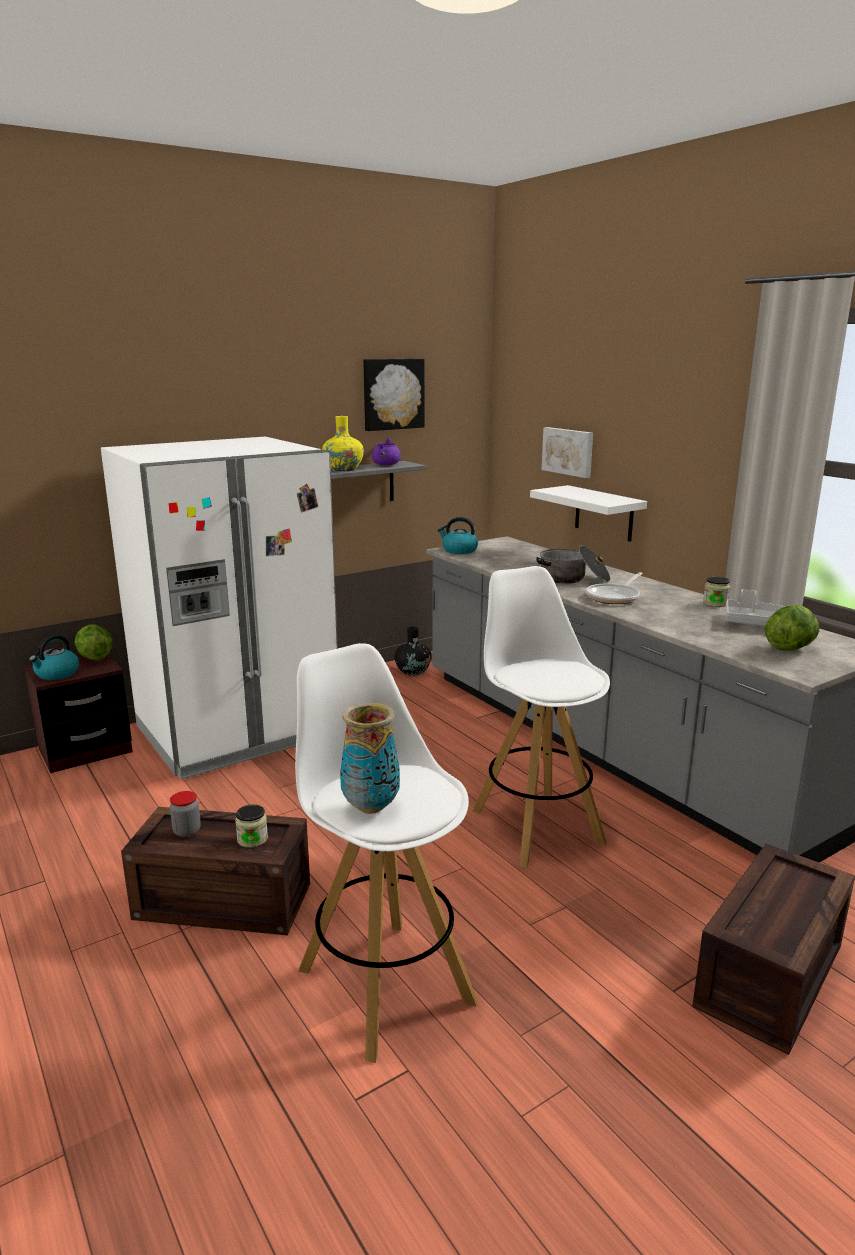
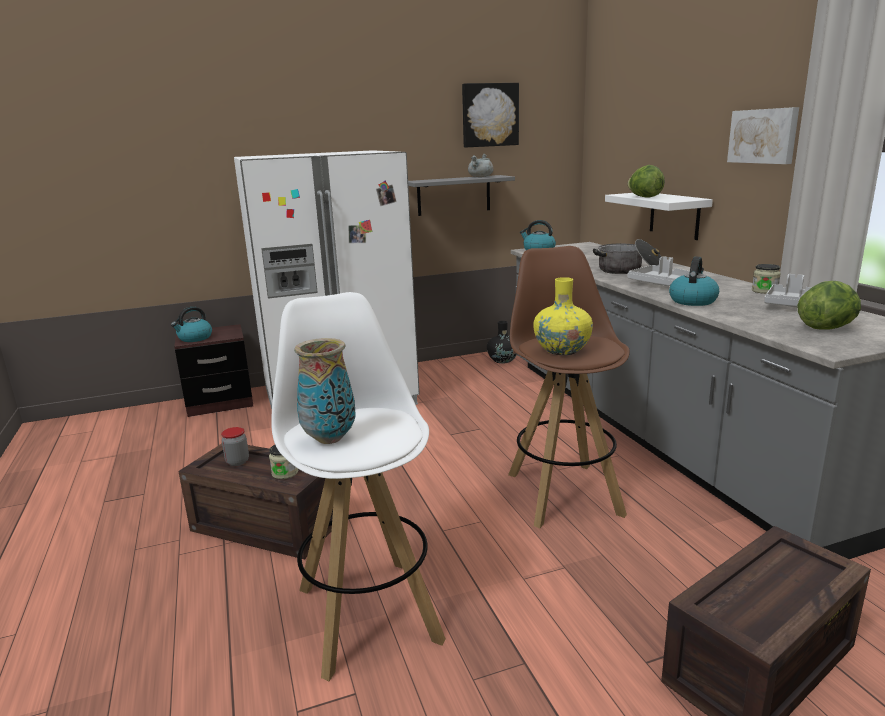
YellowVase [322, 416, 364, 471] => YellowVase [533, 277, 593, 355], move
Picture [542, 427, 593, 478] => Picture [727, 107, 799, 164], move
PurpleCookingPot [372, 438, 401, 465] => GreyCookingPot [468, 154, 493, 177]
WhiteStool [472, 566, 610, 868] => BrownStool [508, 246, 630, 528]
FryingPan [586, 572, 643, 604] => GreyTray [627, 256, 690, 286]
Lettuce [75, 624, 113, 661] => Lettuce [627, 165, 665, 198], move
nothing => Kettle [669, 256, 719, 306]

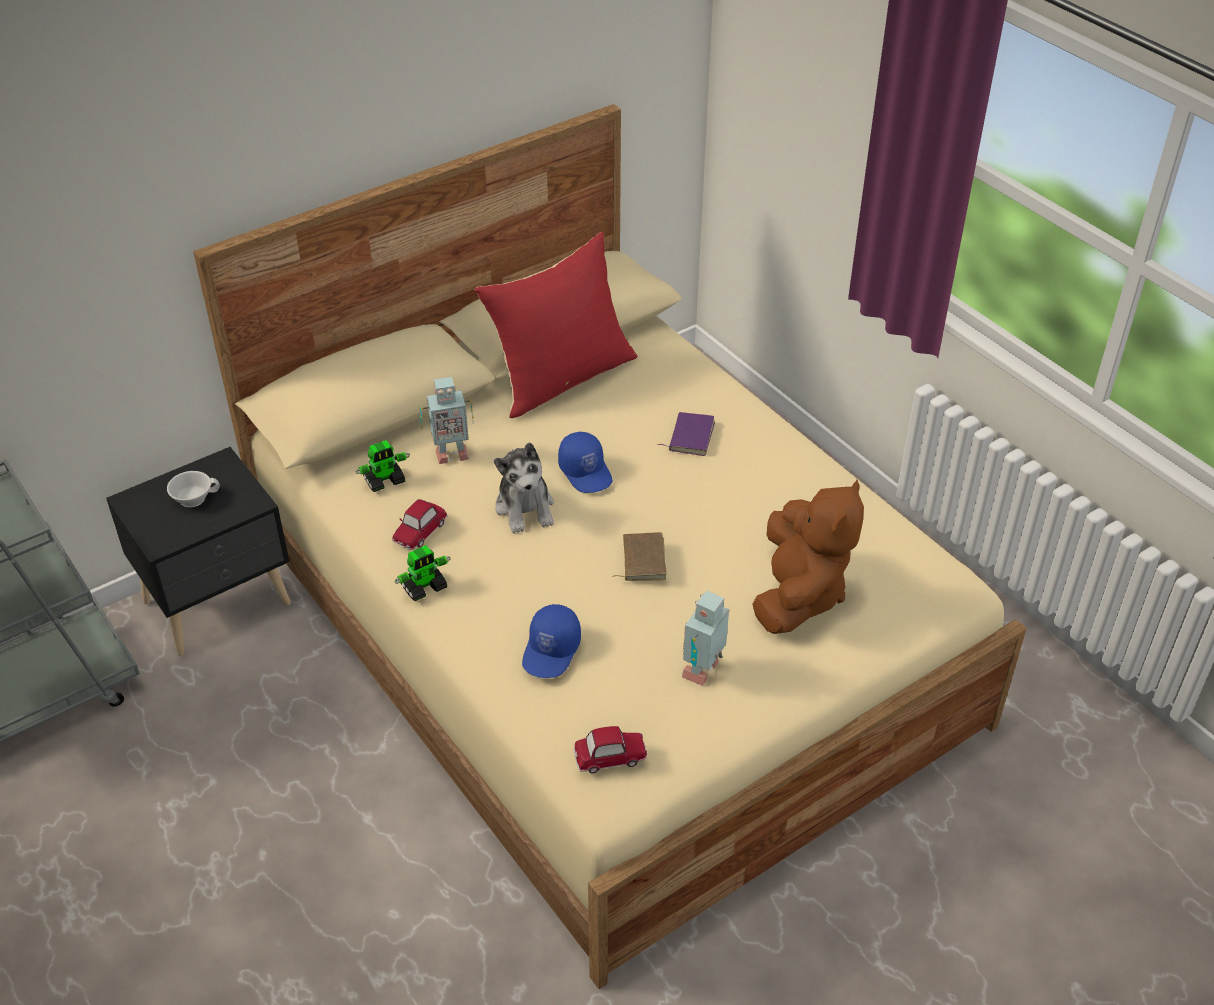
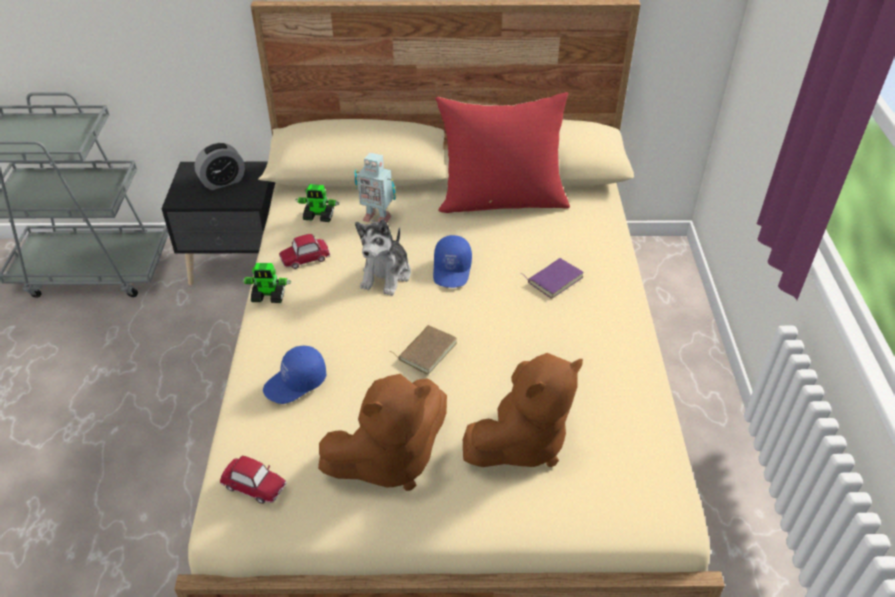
WhiteCup [167, 471, 220, 508] => AlarmClock [194, 143, 245, 190]
ToyRobot [682, 590, 729, 686] => BrownPlushToy [318, 374, 447, 491]

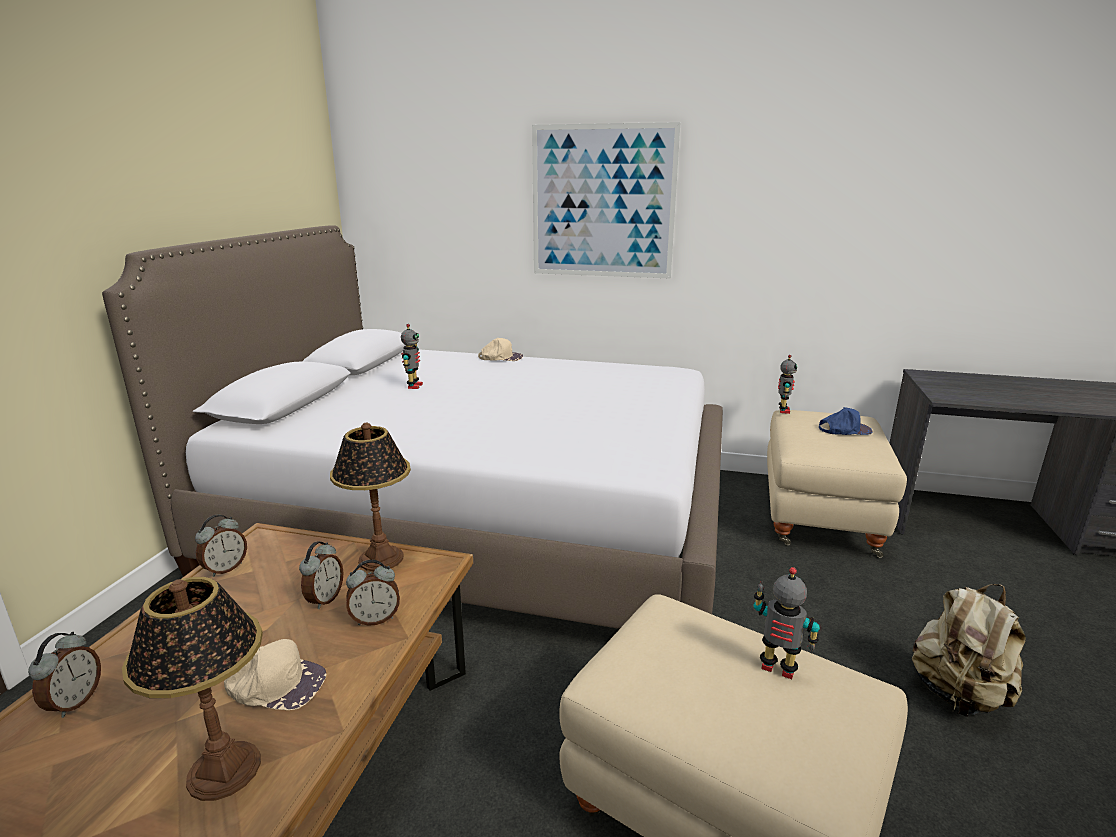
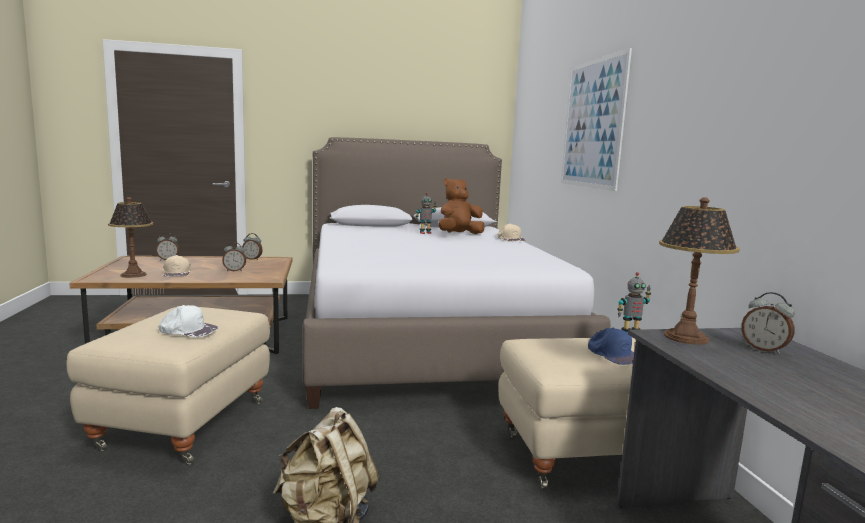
TableLamp [330, 423, 411, 571] => TableLamp [659, 197, 740, 345], move
AlarmClock [346, 560, 400, 626] => AlarmClock [741, 292, 795, 354], move
ToyRobot [754, 567, 820, 679] => WhiteCap [159, 305, 218, 337]
nothing => BrownPlushToy [438, 178, 484, 234]

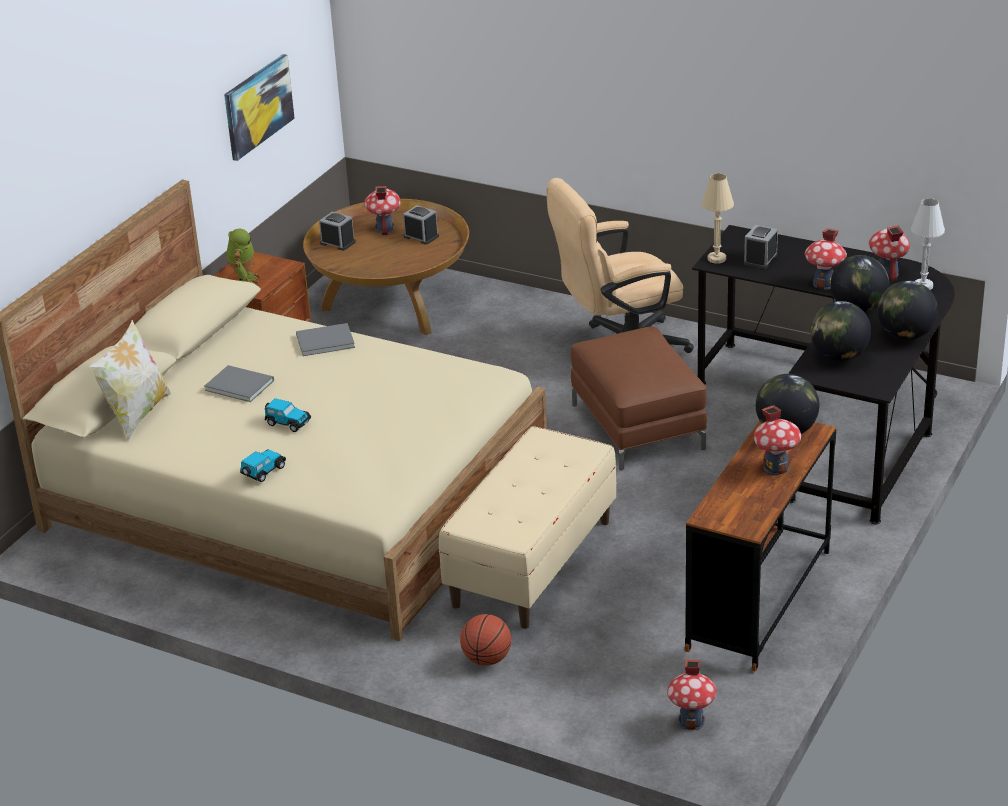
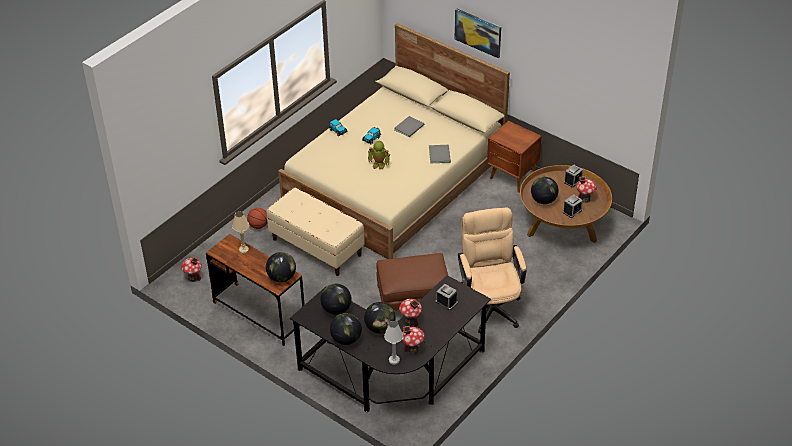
Picture [224, 54, 295, 161] => Picture [455, 9, 501, 58], move
BeigeTableLamp [701, 173, 734, 263] => BeigeTableLamp [232, 211, 249, 254], move
ToyRobot [227, 229, 261, 284] => ToyRobot [368, 141, 390, 170], move
Pillow [89, 320, 171, 441] => nothing
ToyHouse [754, 405, 801, 475] => nothing
nothing => Globe [531, 177, 559, 204]

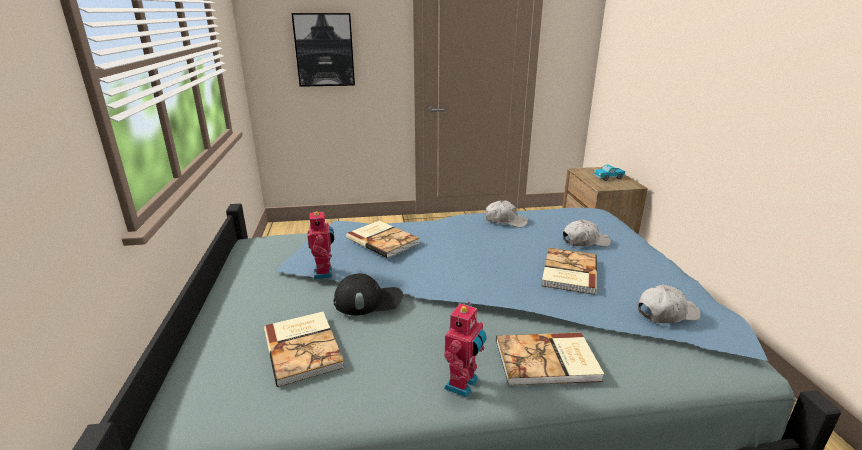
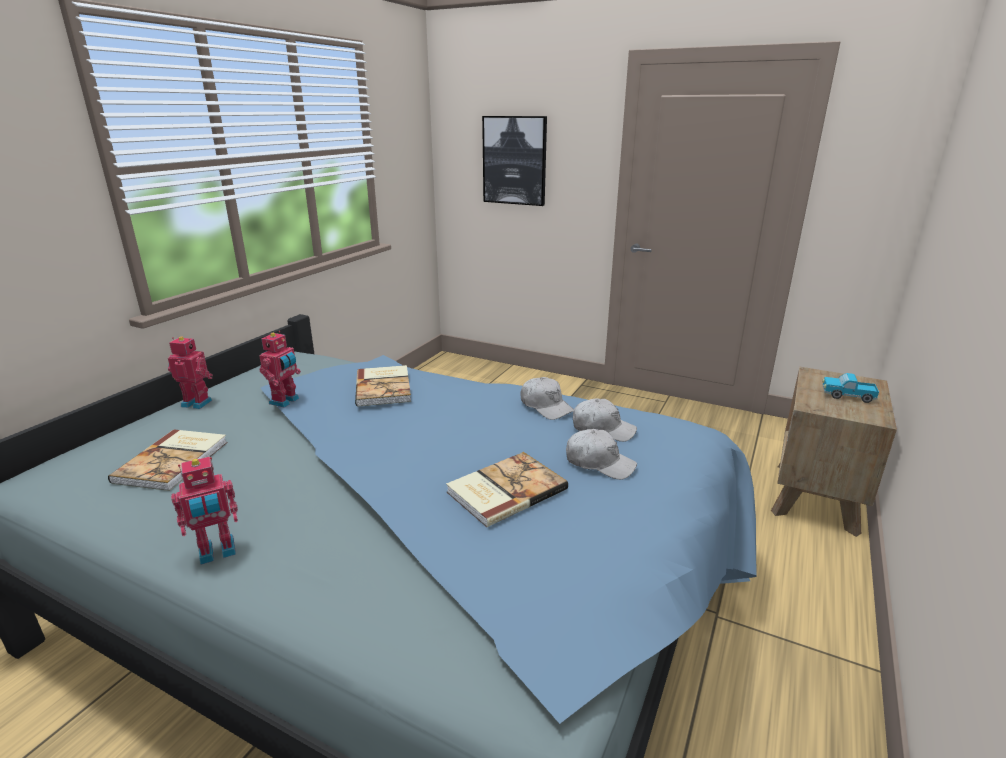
BlackCap [333, 274, 403, 315] => nothing
WhiteCap [638, 284, 701, 323] => WhiteCap [573, 398, 637, 442], move
Book [496, 333, 604, 386] => nothing
nothing => ToyRobot [168, 337, 213, 409]

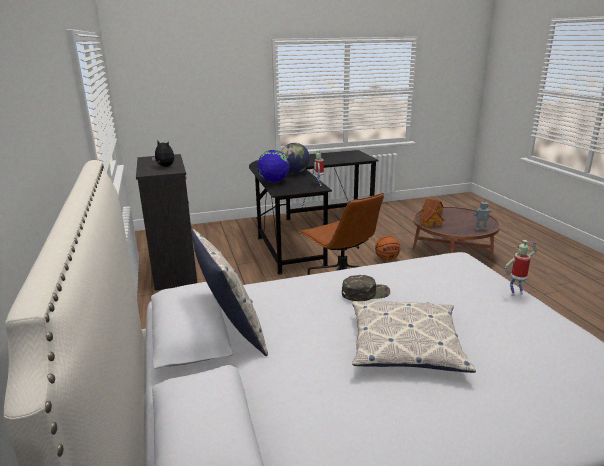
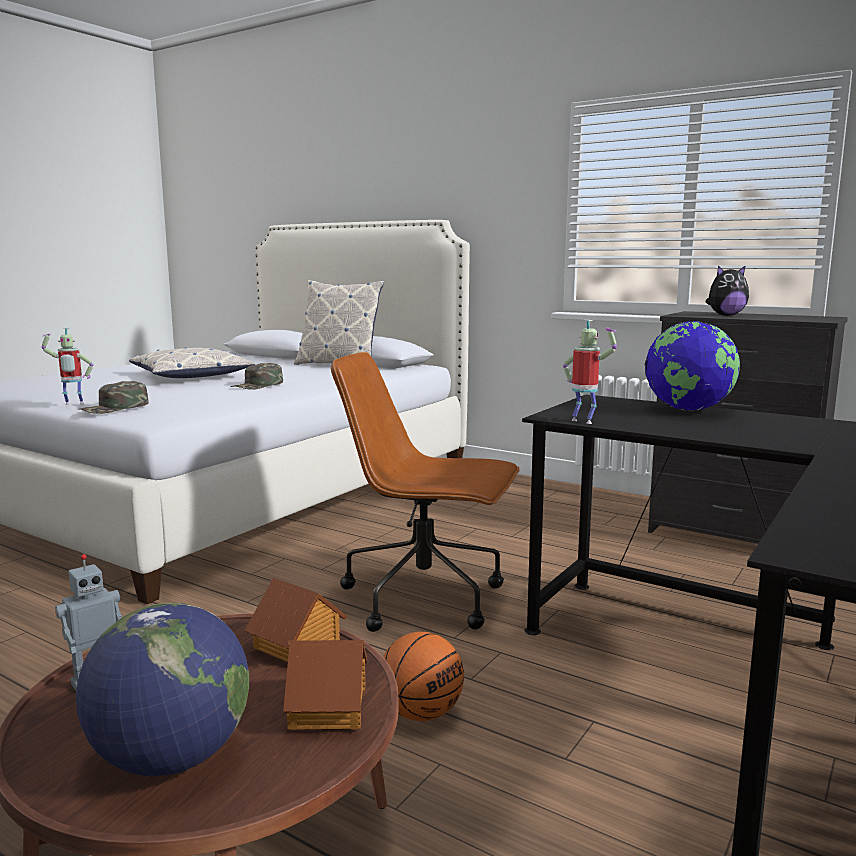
Globe [281, 143, 310, 173] => Globe [76, 603, 249, 776], move
ToyRobot [504, 240, 537, 296] => ToyRobot [42, 328, 94, 405], 45 degrees clockwise
nothing => GreenCap [78, 381, 149, 414]

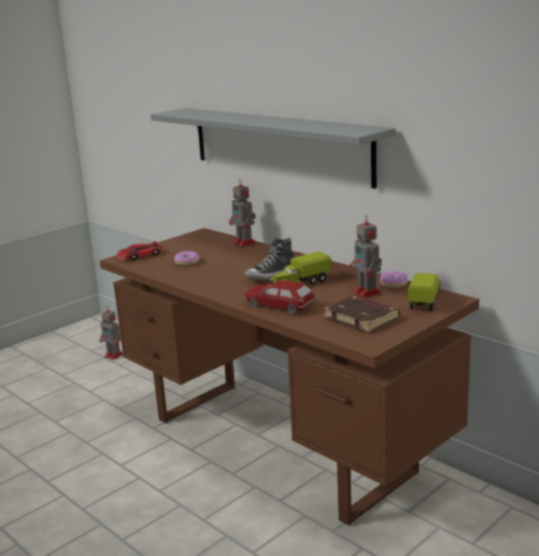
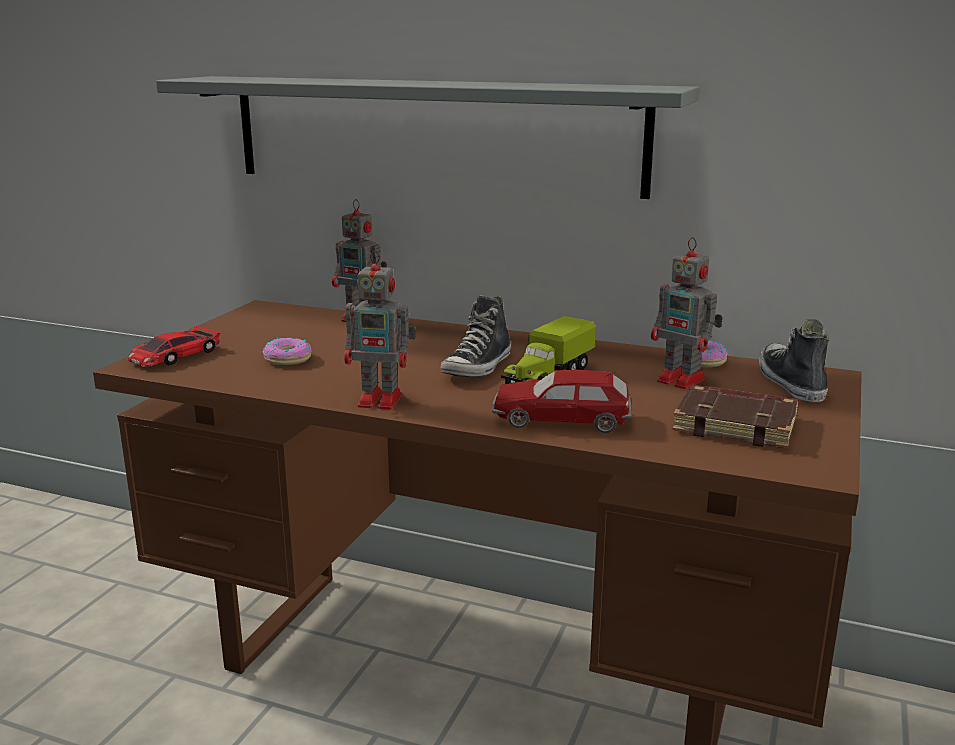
ToyTruck [408, 273, 441, 311] => Shoe [759, 319, 829, 402]
ToyRobot [100, 306, 123, 360] => ToyRobot [344, 250, 416, 410], move

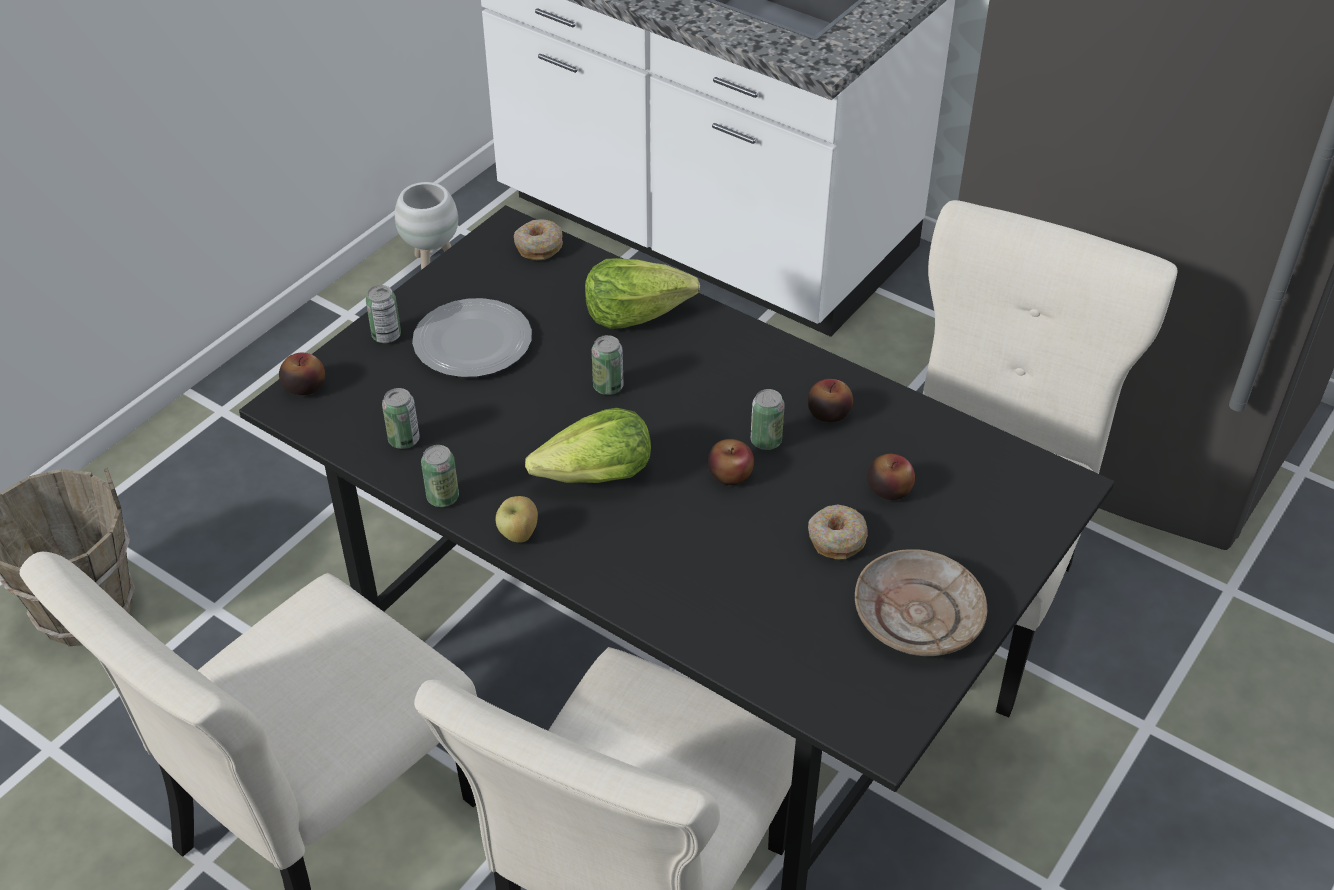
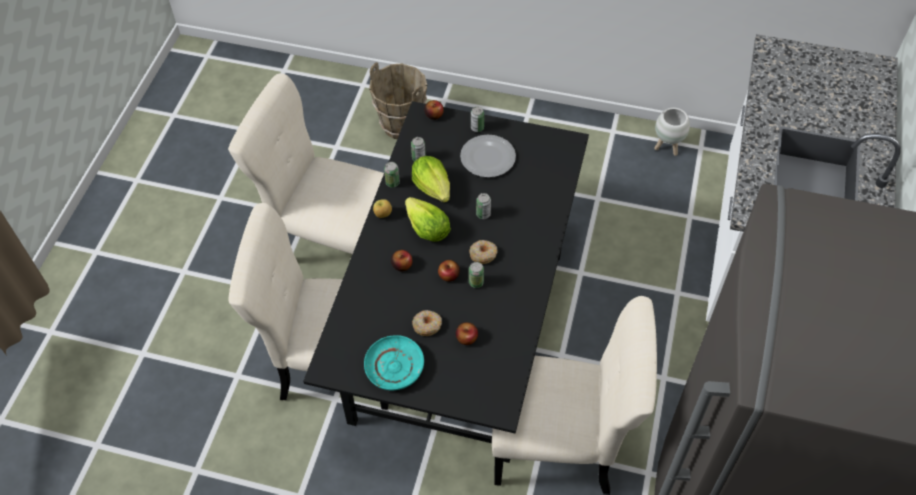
Donut [514, 219, 563, 260] => Donut [469, 240, 498, 264], move
Lettuce [585, 258, 700, 329] => Lettuce [412, 156, 450, 203], move
Apple [808, 379, 853, 422] => Apple [391, 250, 412, 271], move
BeigePlate [855, 549, 987, 656] => TurquoisePlate [364, 335, 424, 390]

